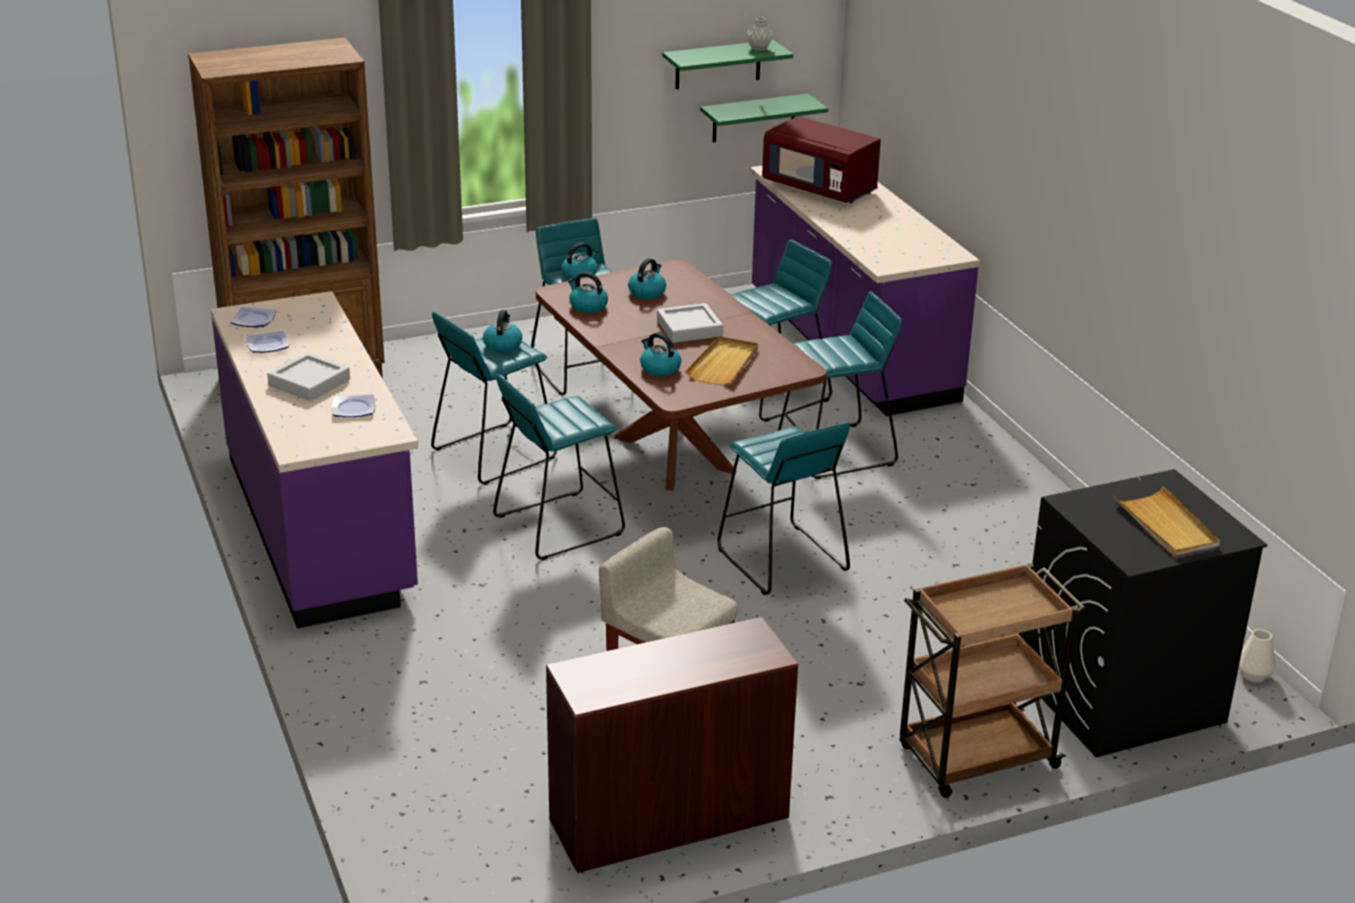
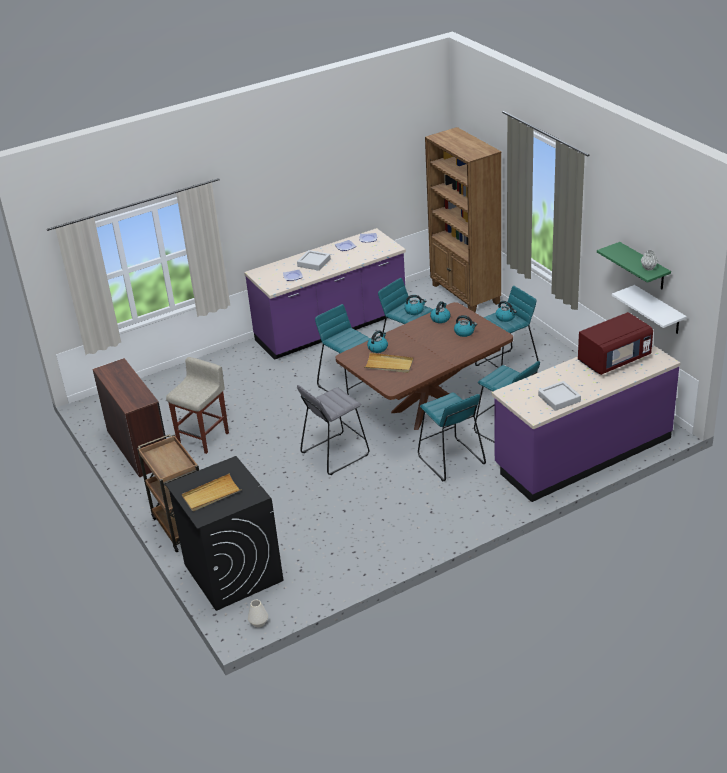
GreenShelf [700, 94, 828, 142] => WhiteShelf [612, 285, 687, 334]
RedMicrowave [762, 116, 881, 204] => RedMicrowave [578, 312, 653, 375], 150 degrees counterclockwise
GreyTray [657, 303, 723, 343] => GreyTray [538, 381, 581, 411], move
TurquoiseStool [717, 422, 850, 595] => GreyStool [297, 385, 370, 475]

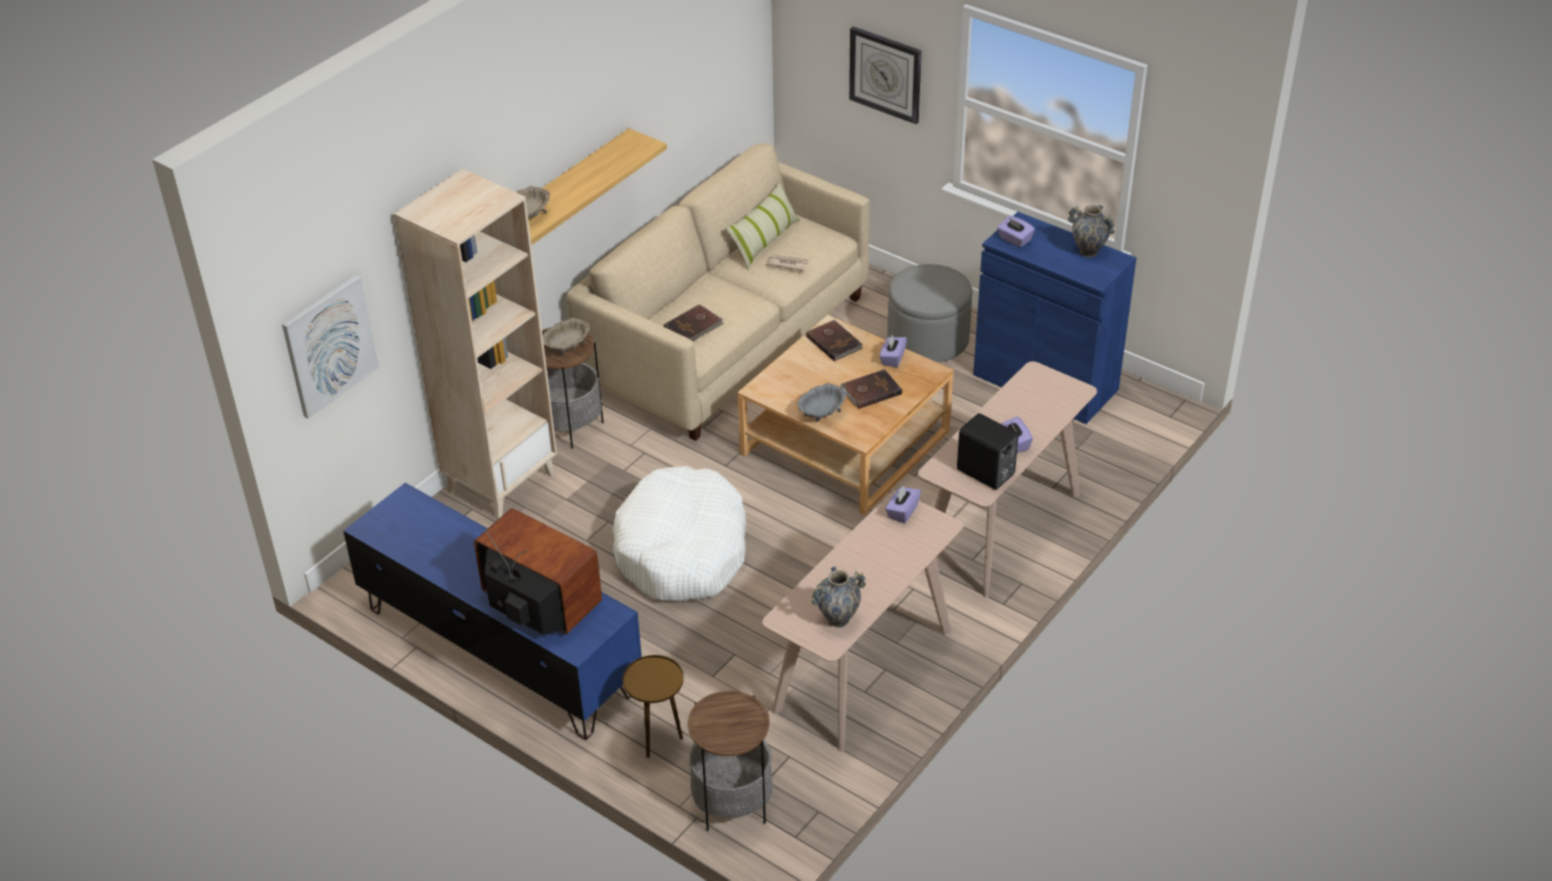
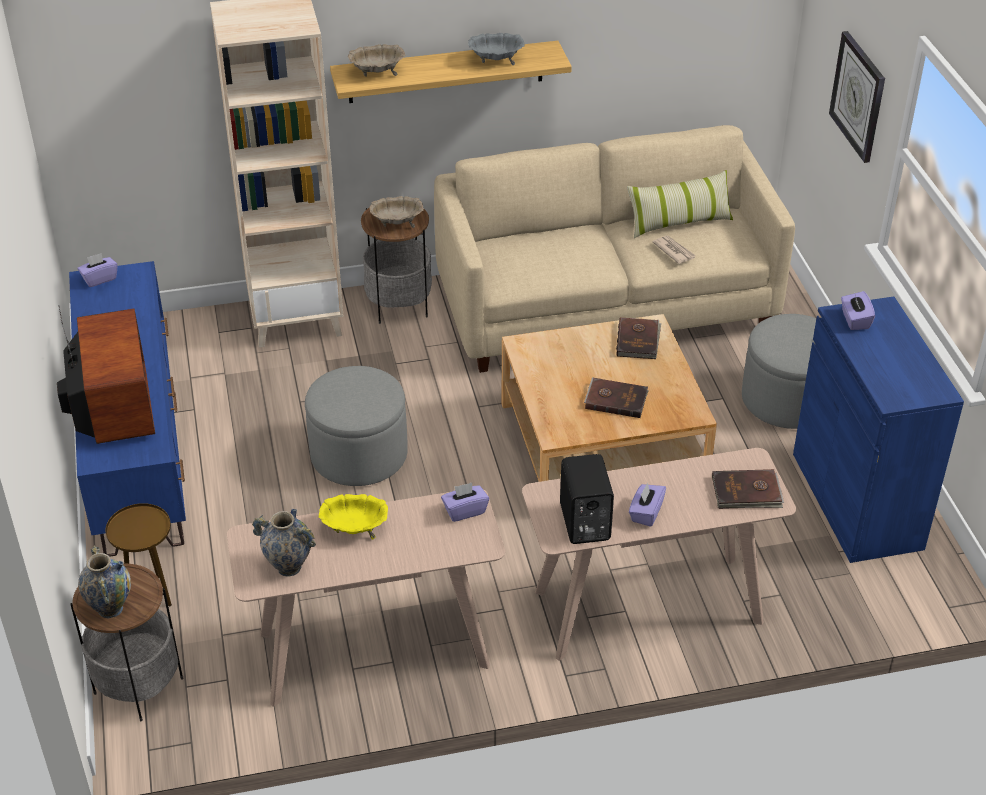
Vase [1068, 205, 1115, 258] => Vase [78, 545, 131, 619], move
Picture [282, 275, 379, 419] => nothing
BrownBook [663, 304, 725, 341] => BrownBook [712, 469, 784, 509], move
PurpleTissueBox [879, 334, 907, 368] => PurpleTissueBox [78, 253, 118, 287], move
GreyBowl [797, 383, 846, 422] => GreyBowl [468, 33, 525, 65], move
WhiteDogBed [613, 466, 746, 602] => GreyOttoman [305, 366, 408, 486]
nothing => YellowBowl [319, 494, 388, 539]

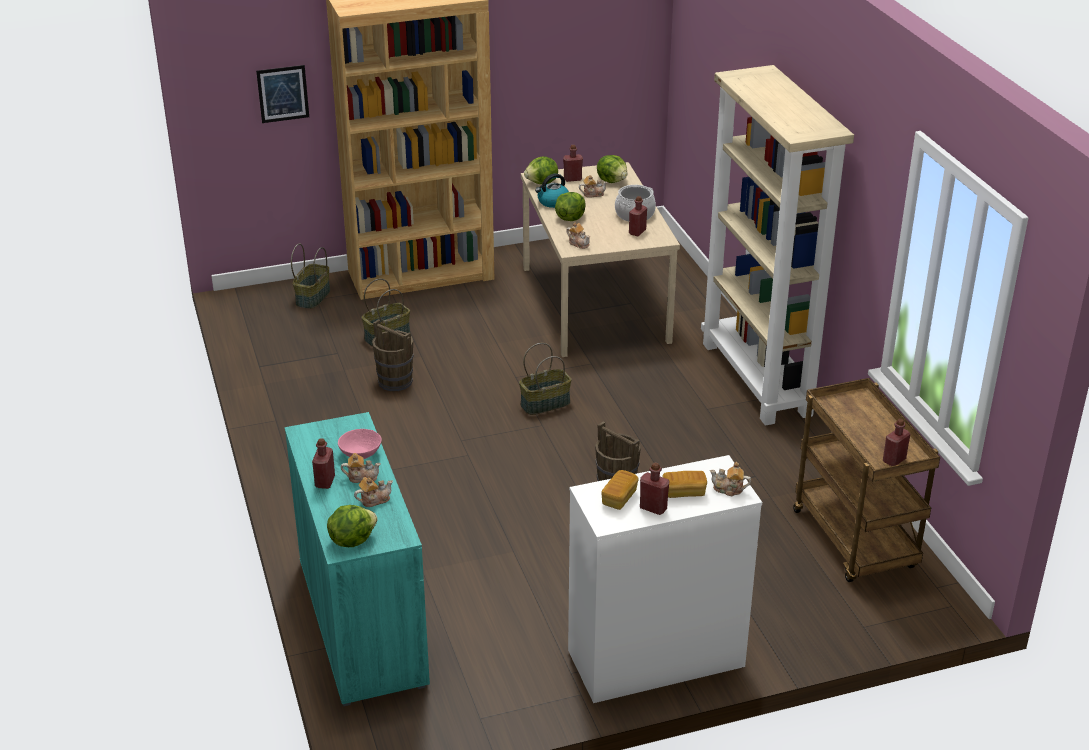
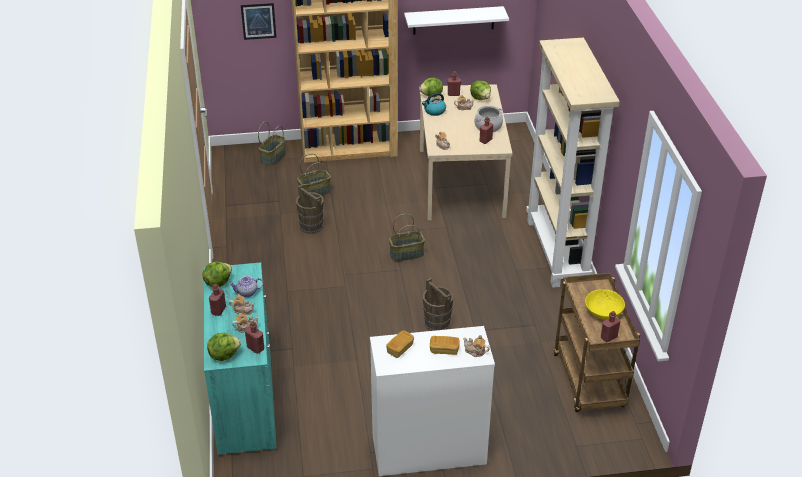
Lettuce [555, 192, 586, 221] => Lettuce [203, 262, 232, 287], move
PinkBowl [338, 429, 382, 459] => Teapot [229, 276, 264, 297]
RedBottle [640, 462, 670, 515] => RedBottle [245, 321, 264, 354], move
nothing => WhiteShelf [404, 6, 509, 35]
nothing => YellowBowl [585, 289, 625, 320]

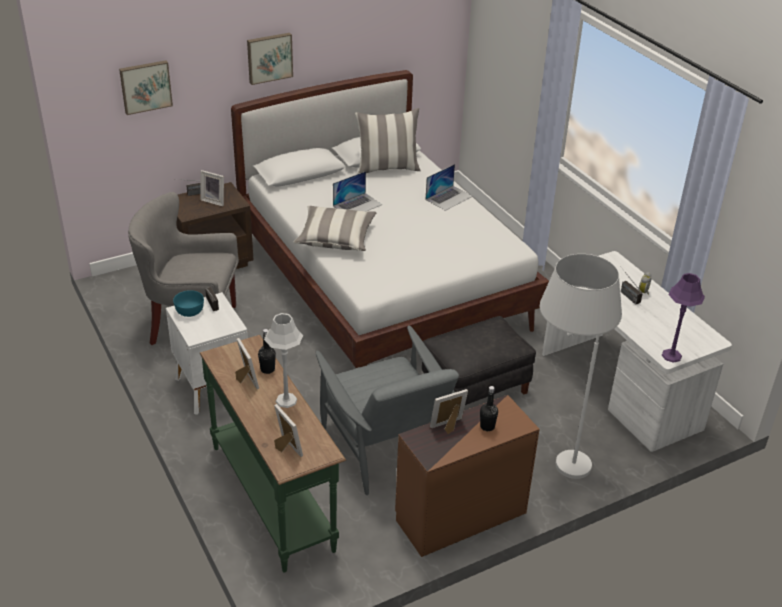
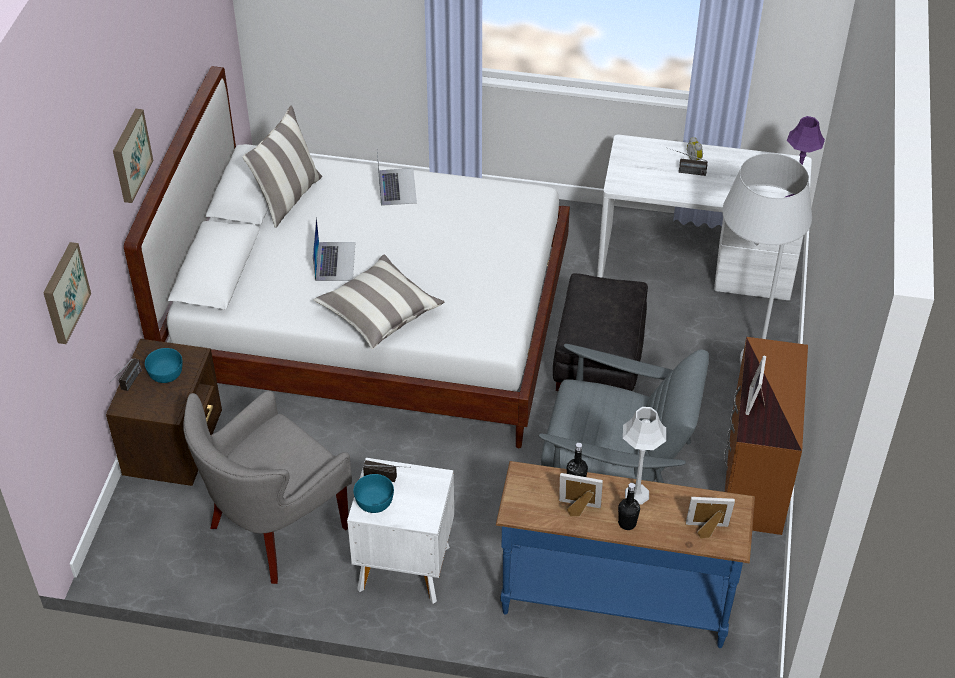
PictureFrame [201, 170, 224, 206] => TurquoiseBowl [145, 348, 182, 383]
GreenConsoleTable [200, 335, 346, 573] => BlueConsoleTable [496, 461, 755, 648]
BlackBottle [480, 386, 498, 431] => BlackBottle [618, 483, 640, 530], move

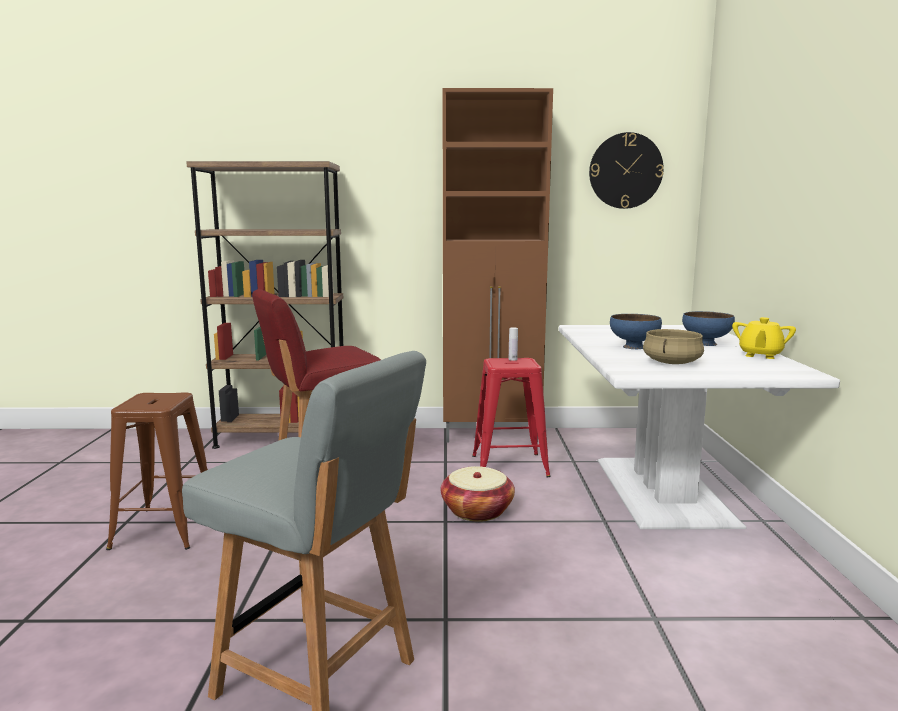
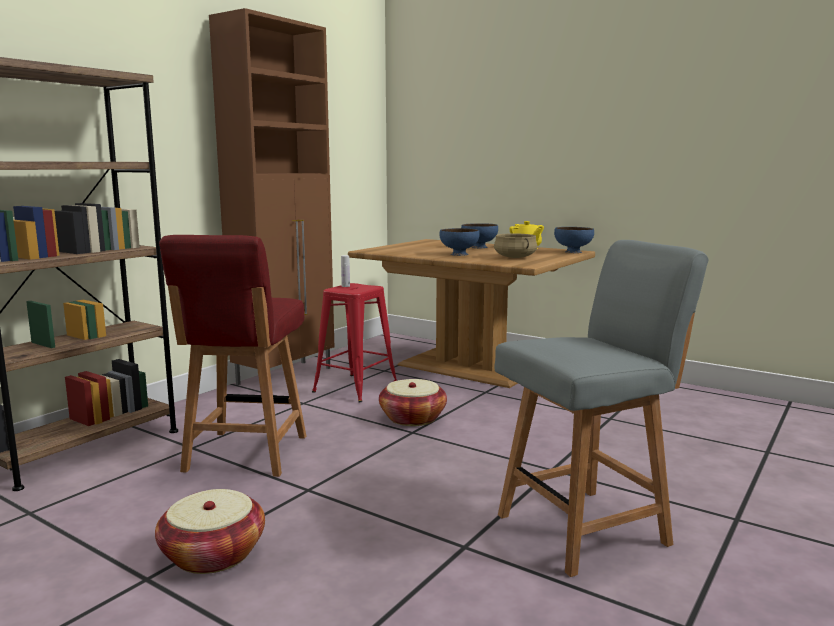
WallClock [589, 132, 664, 209] => nothing
WhiteDiningTable [559, 325, 840, 529] => BrownDiningTable [348, 239, 595, 388]
BrownStool [106, 393, 208, 550] => Basket [155, 489, 265, 574]
nothing => BlueBowl [554, 227, 594, 253]

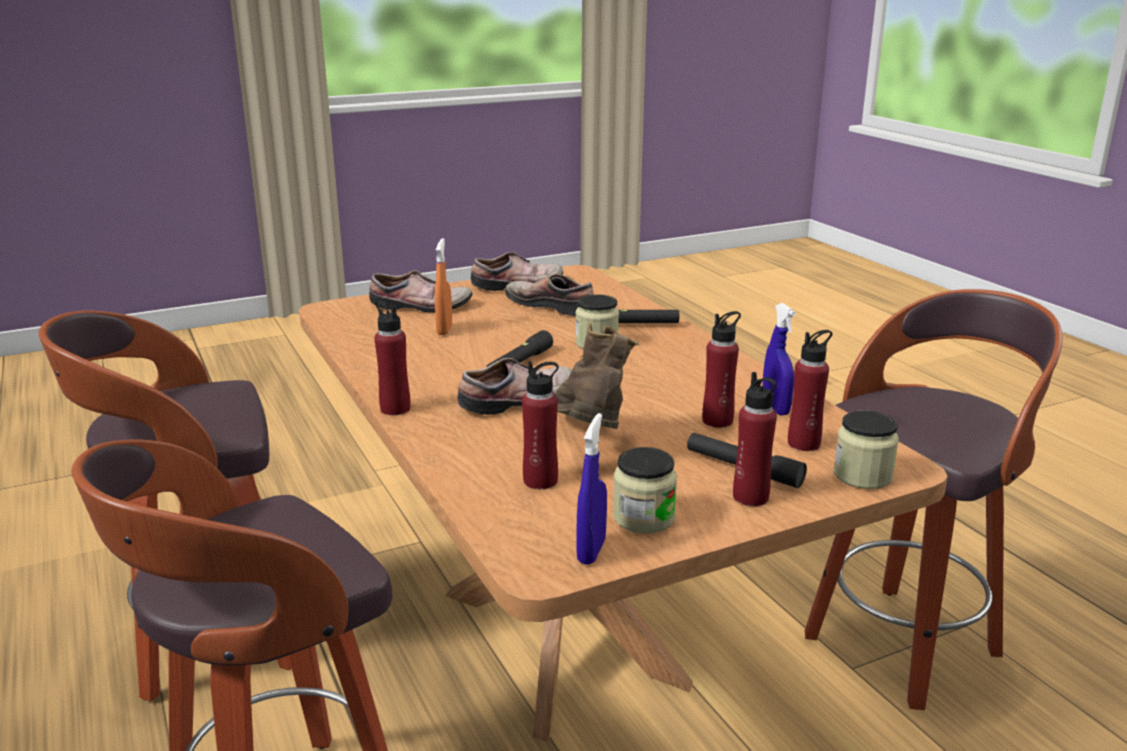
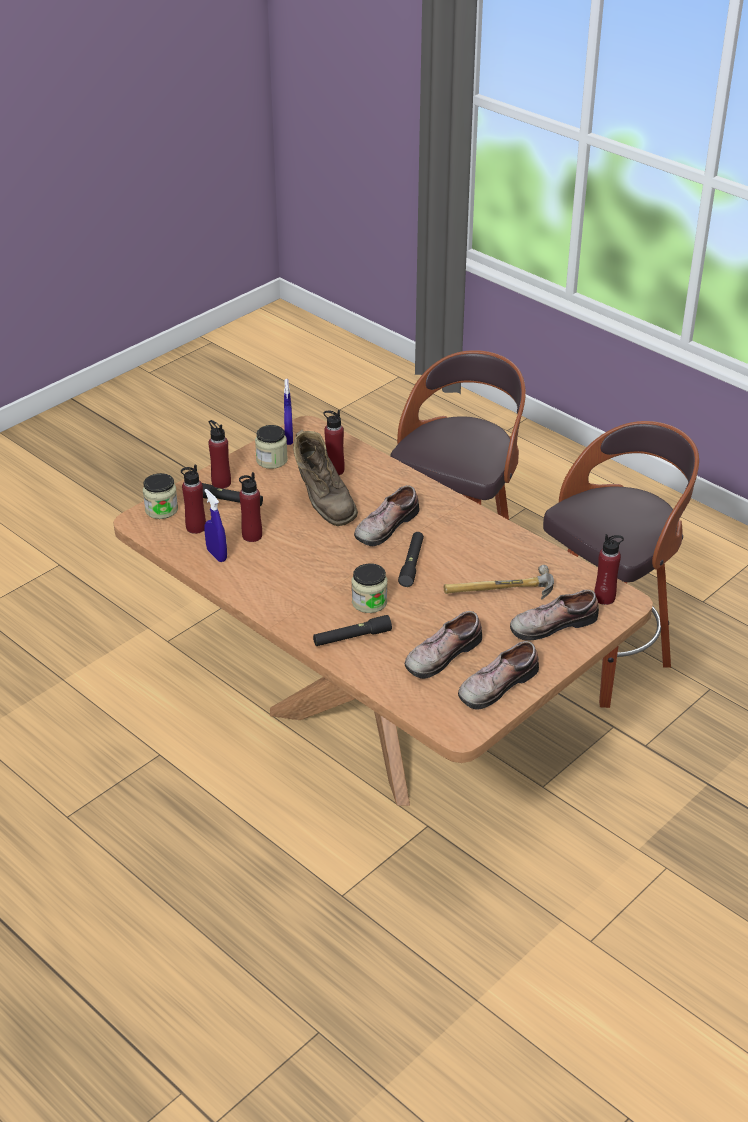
OrangeSprayBottle [435, 238, 452, 335] => Hammer [444, 565, 554, 600]
Shoe [505, 274, 594, 316] => Shoe [405, 611, 482, 679], 120 degrees clockwise
Stool [805, 289, 1063, 710] => nothing
RedBottle [375, 301, 410, 415] => RedBottle [594, 534, 624, 605], move

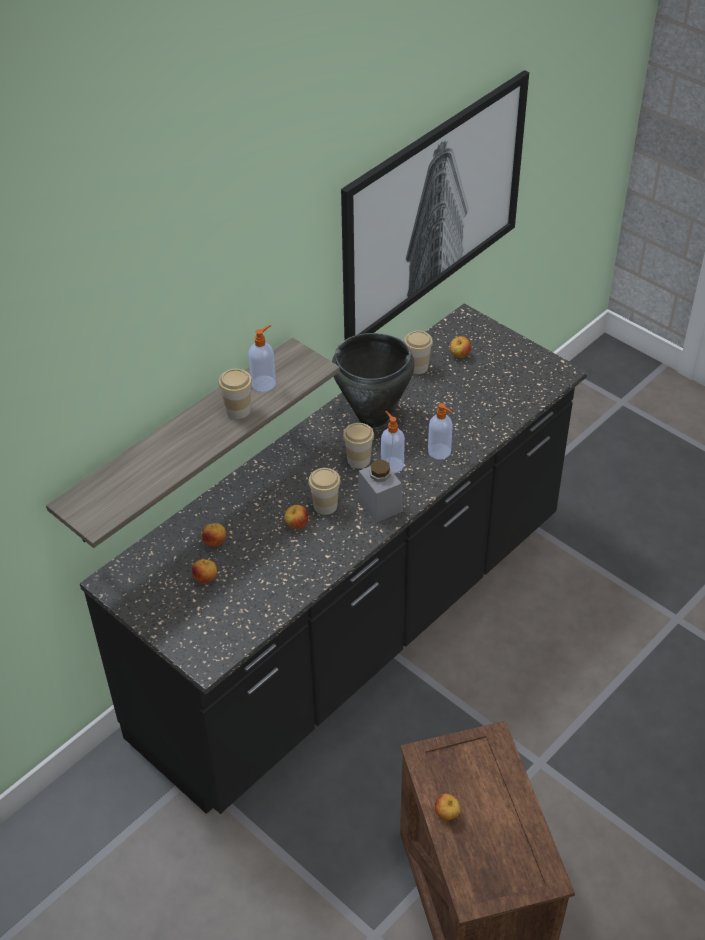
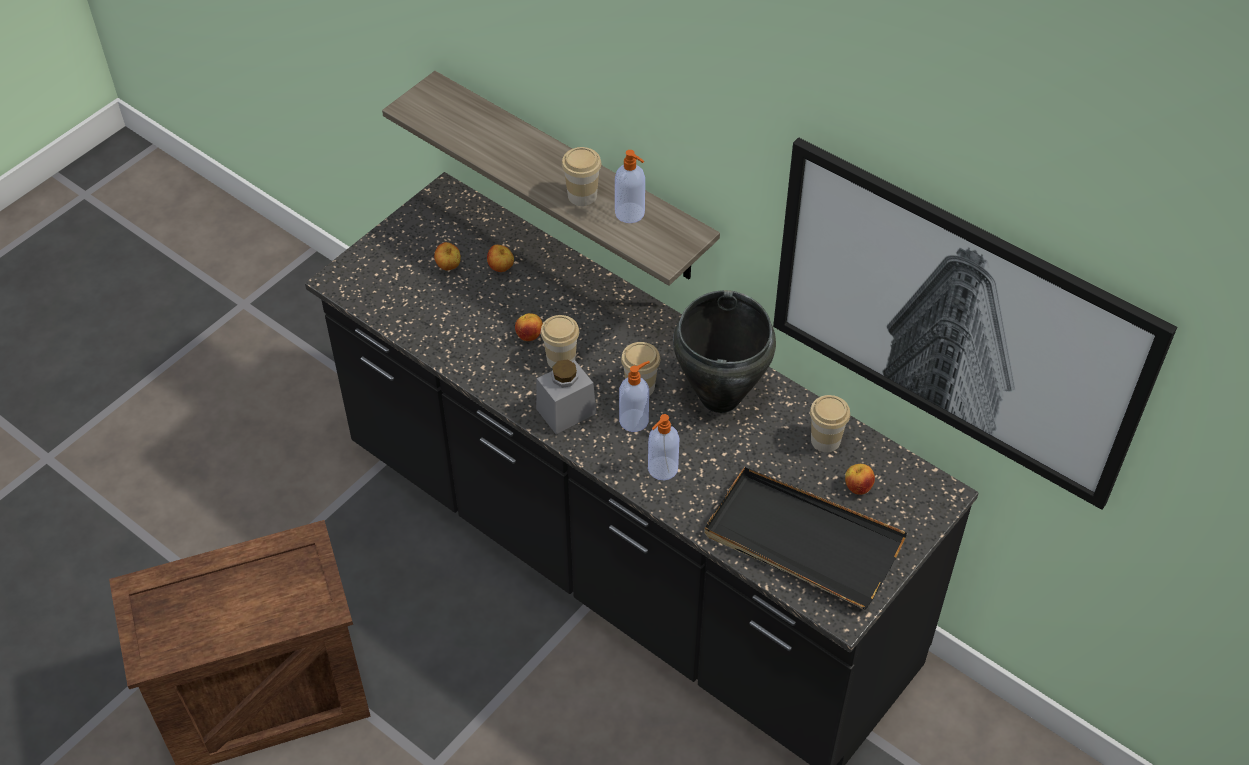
Apple [435, 793, 460, 821] => nothing
nothing => BlackTray [704, 467, 907, 610]

